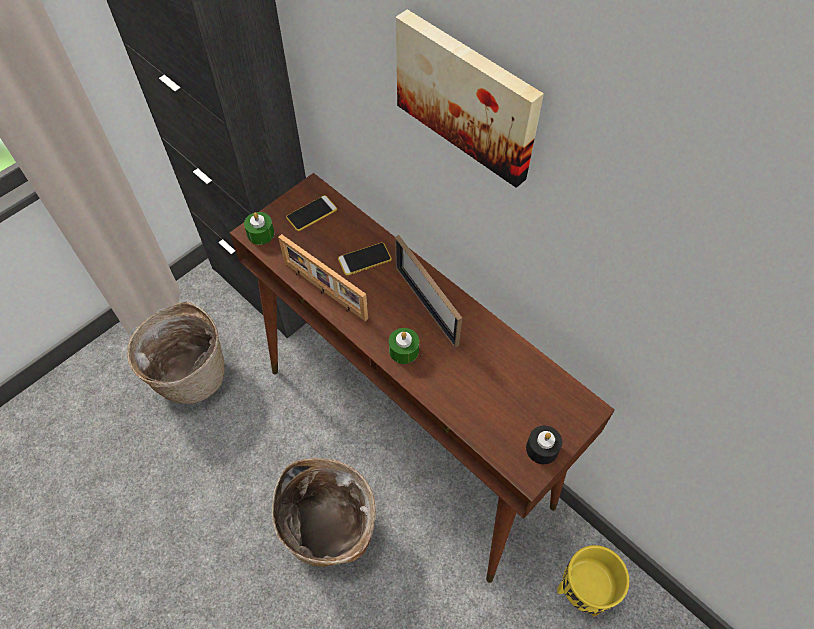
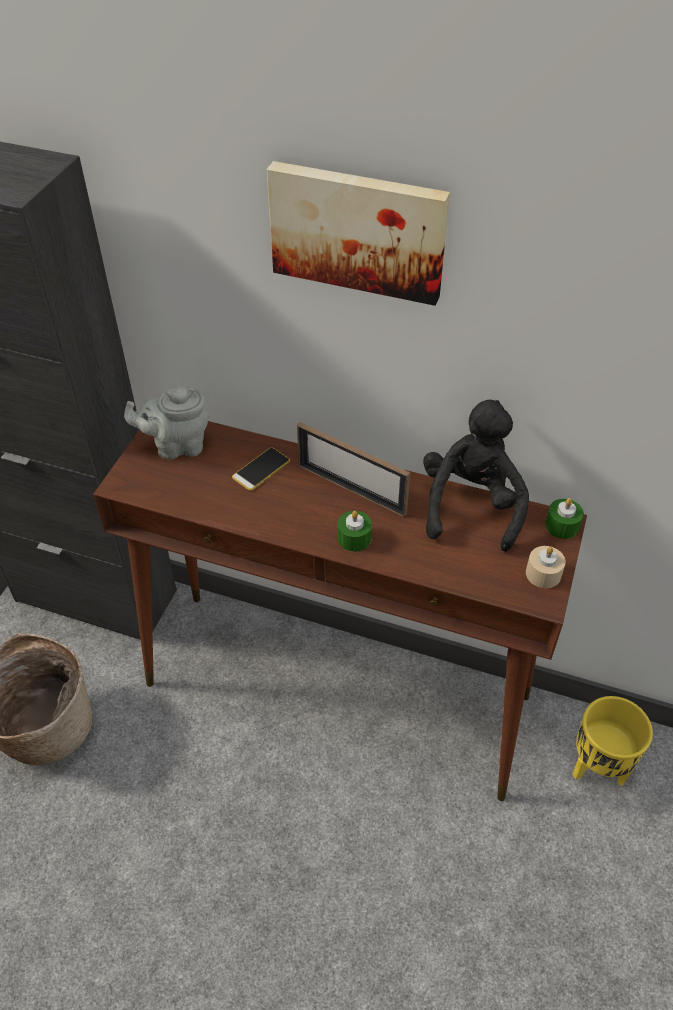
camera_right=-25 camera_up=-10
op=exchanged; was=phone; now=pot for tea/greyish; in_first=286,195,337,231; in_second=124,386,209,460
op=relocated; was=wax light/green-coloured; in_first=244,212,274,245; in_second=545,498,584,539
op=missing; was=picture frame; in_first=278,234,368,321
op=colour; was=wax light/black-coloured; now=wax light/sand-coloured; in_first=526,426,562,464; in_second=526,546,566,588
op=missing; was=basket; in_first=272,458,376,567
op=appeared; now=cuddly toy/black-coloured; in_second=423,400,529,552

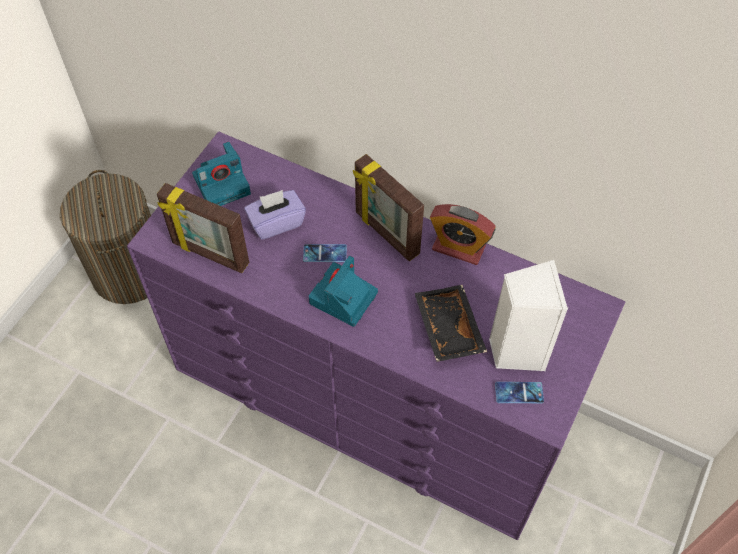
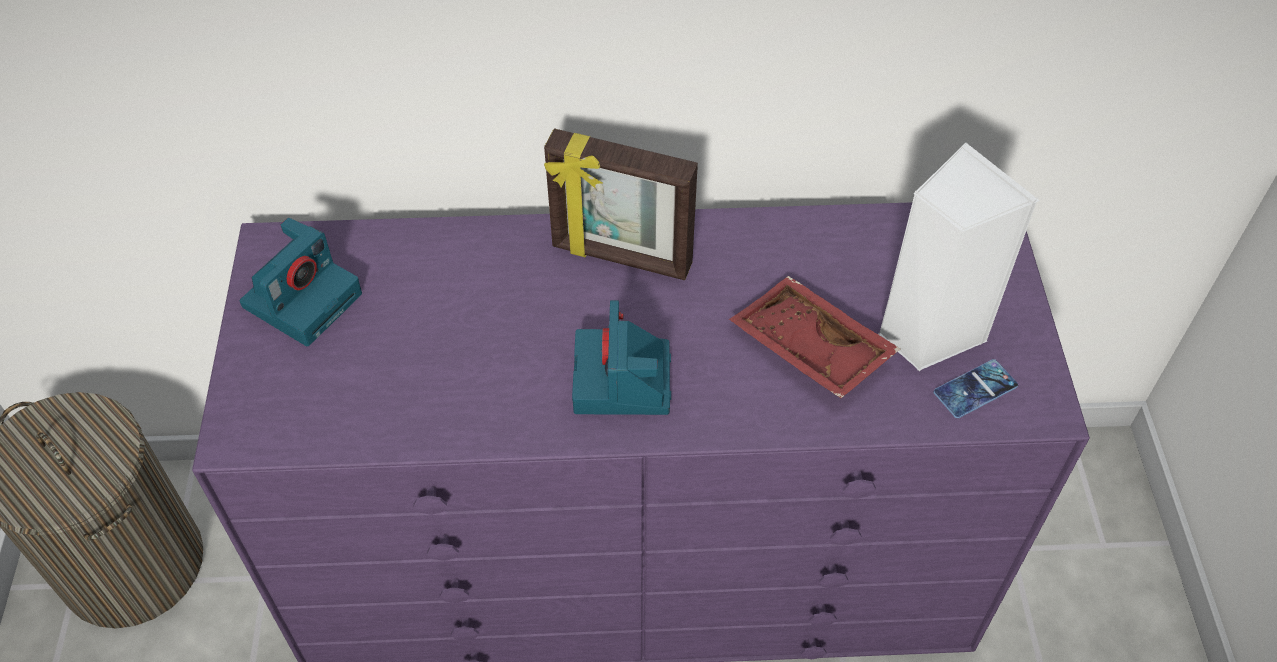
camera_right=-30 camera_up=-5
op=missing; was=picture frame; in_first=157,183,249,273
op=missing; was=tissue holder/purple; in_first=244,190,306,240
op=missing; was=bedside clock; in_first=430,204,496,265
op=missing; was=phone; in_first=303,244,347,262
op=colour; was=tray/black-coloured; now=tray/red-coloured; in_first=415,285,487,362; in_second=729,276,900,398

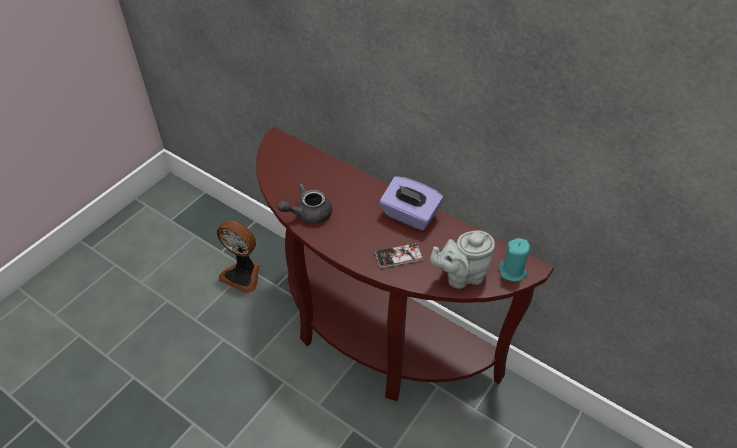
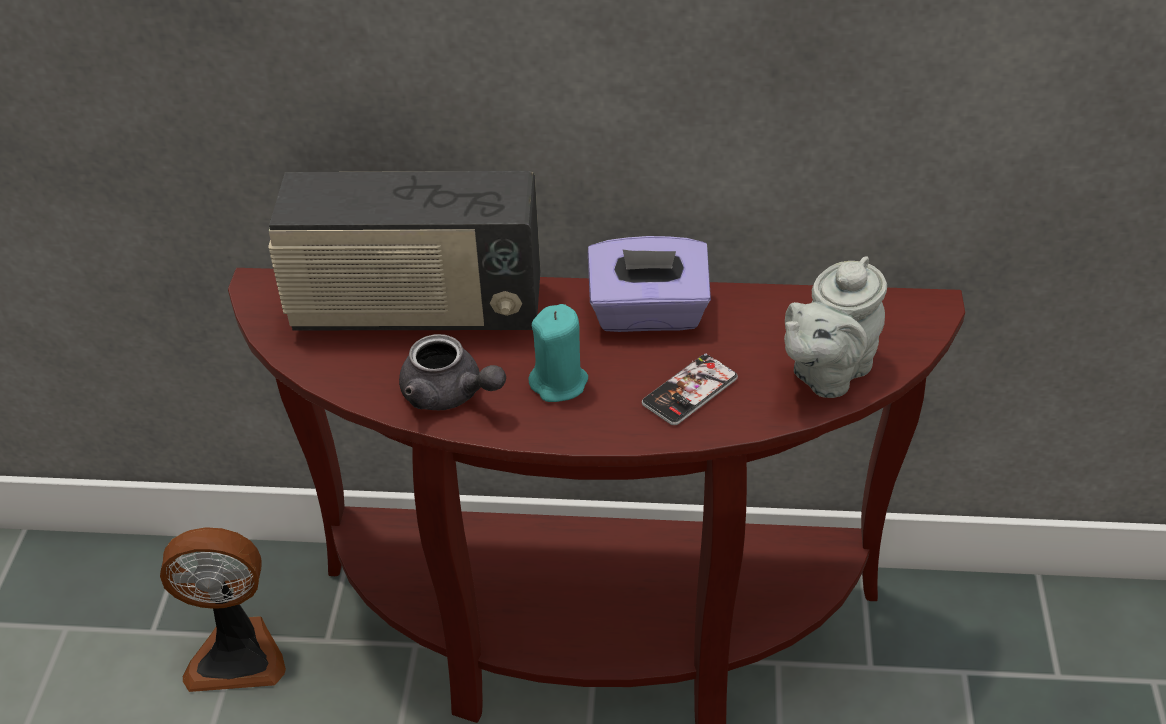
camera_right=-30 camera_up=-5
op=spun; was=pot for tea/greyish; in_first=277,183,332,224; in_second=399,334,506,410; clockwise=-90
op=relocated; was=wax light/turquoise; in_first=499,238,530,281; in_second=529,304,588,402
op=appeared; now=radio receiver; in_second=268,171,540,331

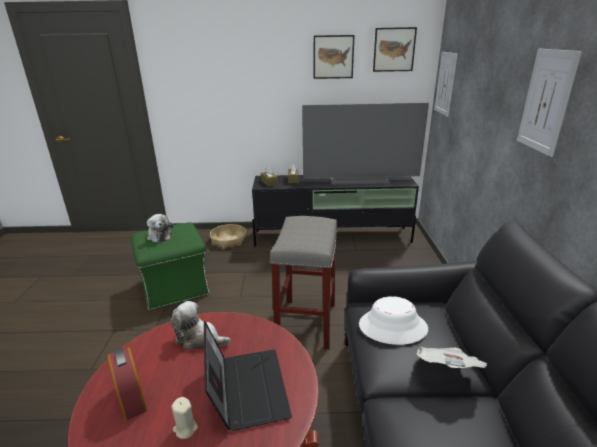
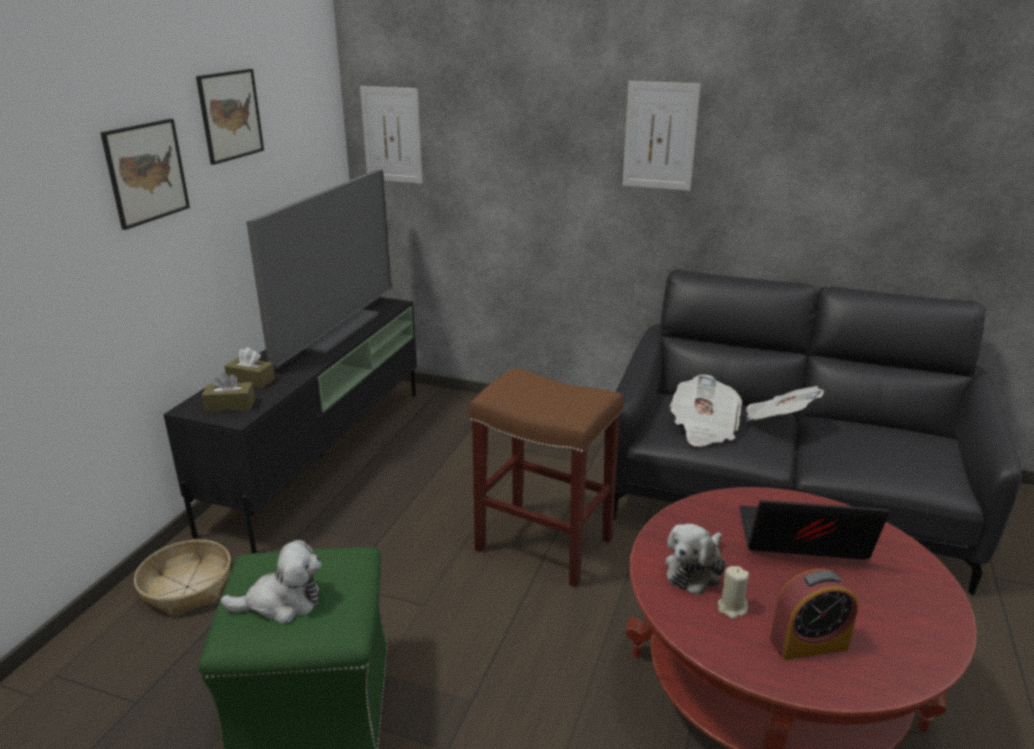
camera_right=-70 camera_up=0
op=relocated; was=wall picture; in_first=373,27,417,72; in_second=100,119,190,230
op=colour; was=sitting stool/greyish; now=sitting stool/brown-coloured; in_first=270,216,338,350; in_second=469,368,623,587
op=exchanged; was=wearable hat/white; now=printed paper; in_first=359,296,428,345; in_second=669,374,742,446
op=relocated; was=wax light/sand-coloured; in_first=171,397,198,439; in_second=718,566,749,619

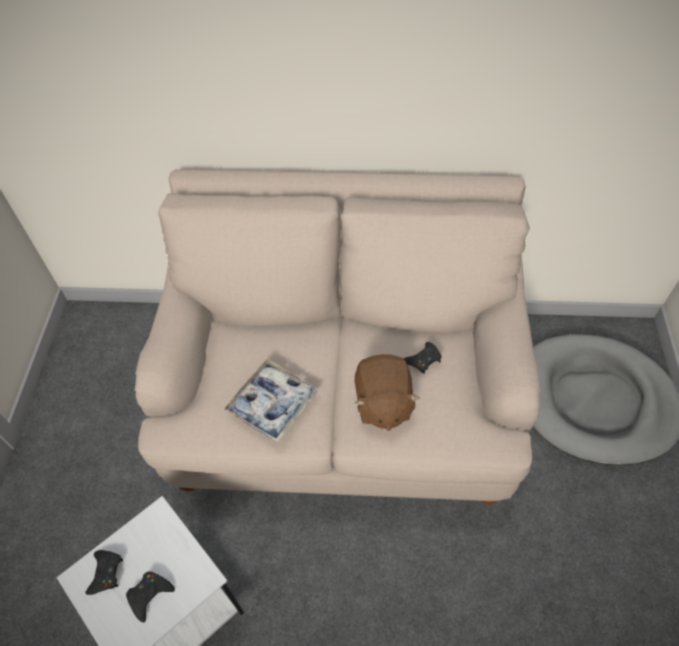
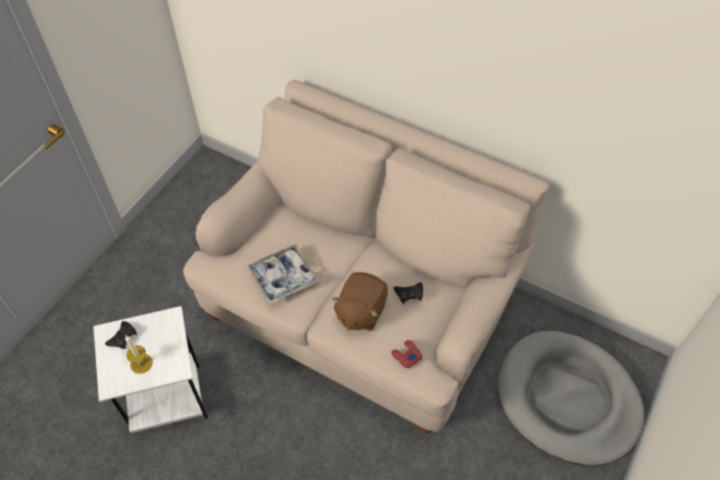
camera_right=25 camera_up=0
op=exchanged; was=gamepad/black-coloured; now=wax light; in_first=126,571,175,622; in_second=125,336,153,374
op=appeared; now=gamepad/red-coloured; in_second=391,340,422,368

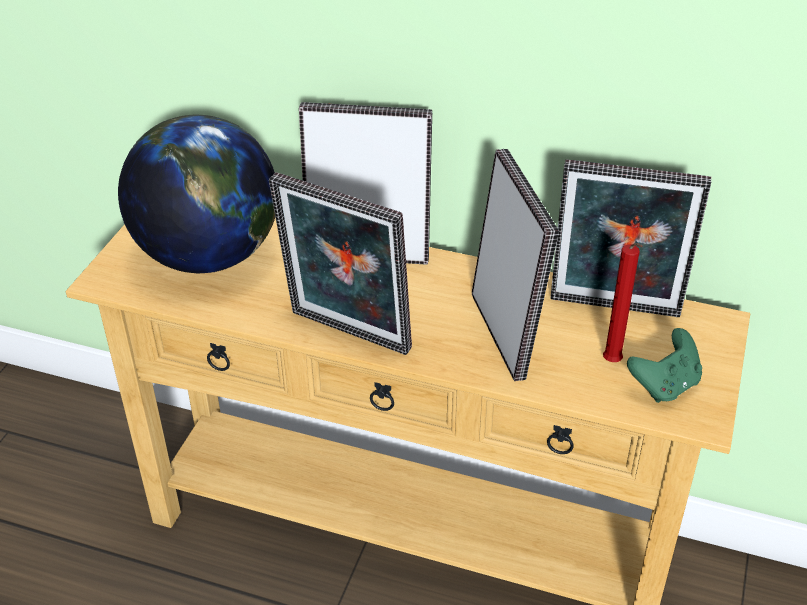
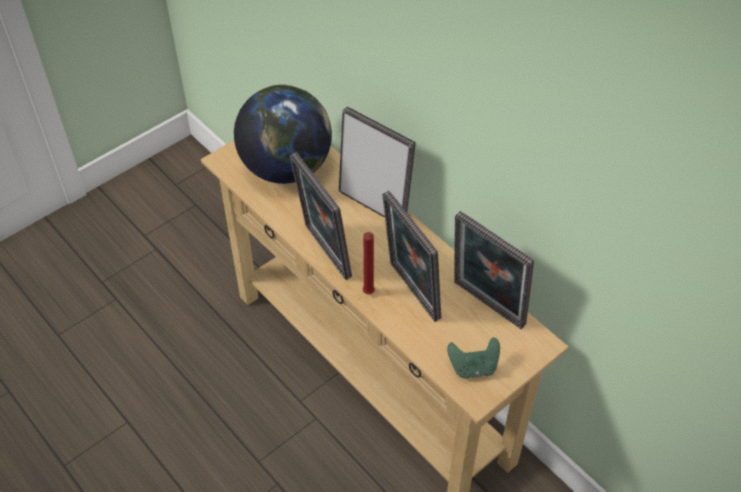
camera_right=30 camera_up=10
op=spun; was=picture frame; in_first=472,149,559,381; in_second=382,191,441,322; clockwise=135
op=relocated; was=wax light/red-coloured; in_first=603,243,643,362; in_second=363,232,375,294

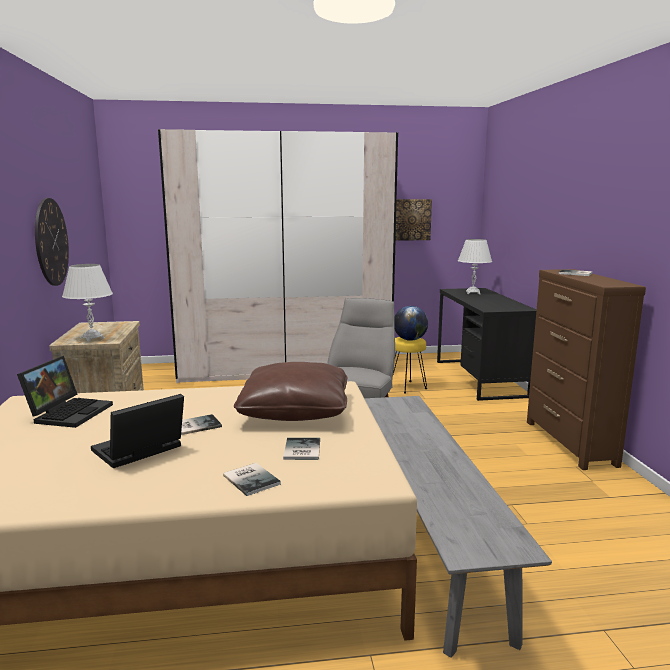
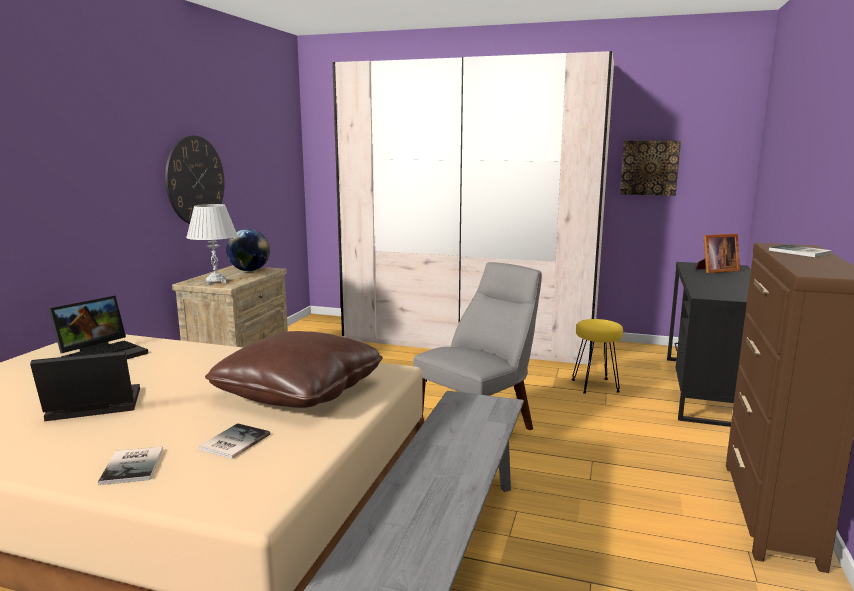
camera_right=25 camera_up=0
op=exchanged; was=lamp for a table/white; now=picture frame; in_first=458,239,492,294; in_second=696,234,740,273
op=relocated; was=desk globe; in_first=394,306,428,341; in_second=226,229,270,271
op=missing; was=bound book; in_first=181,414,222,435

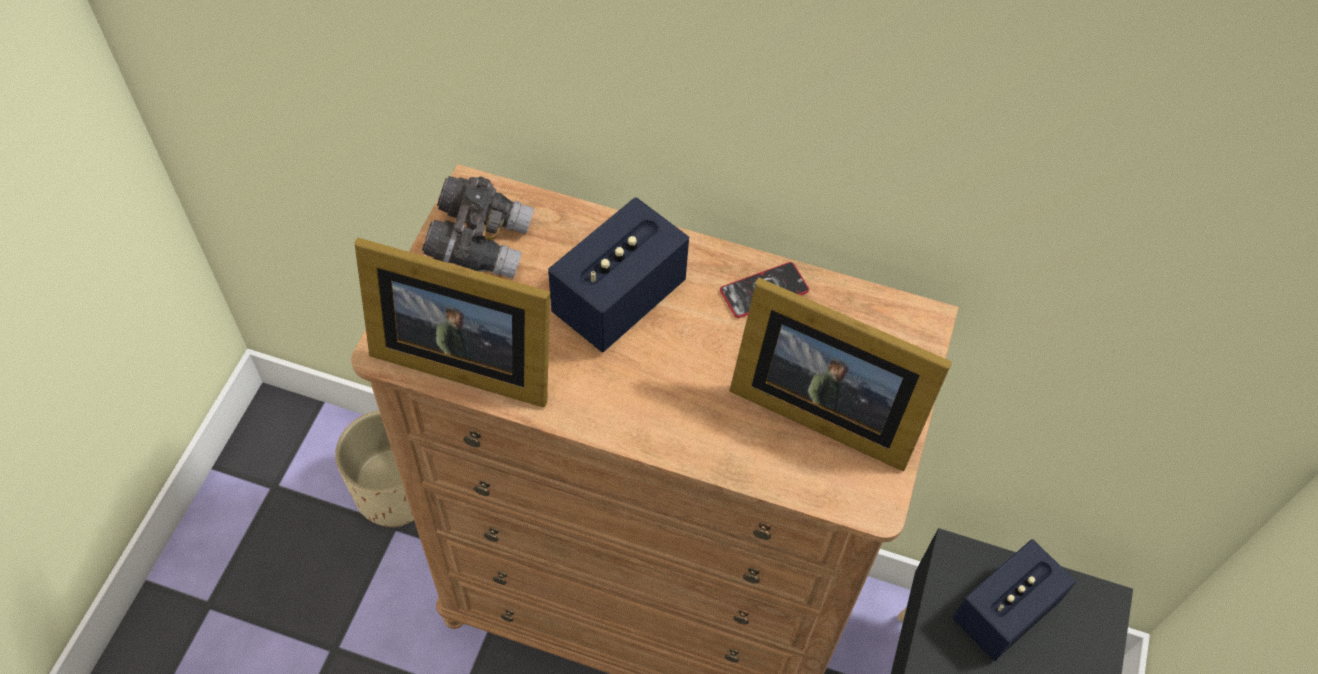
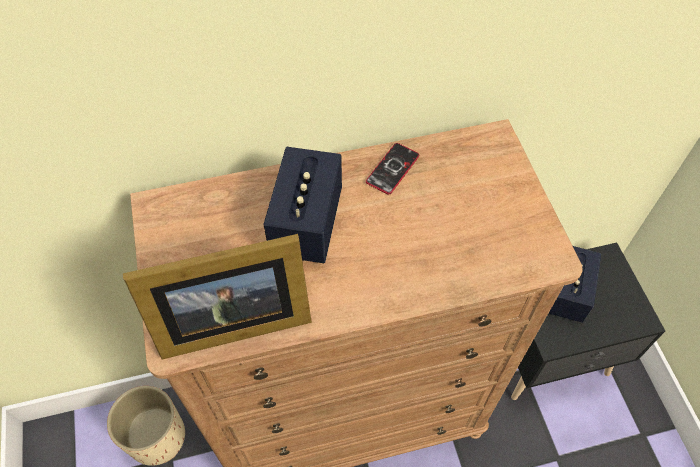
camera_right=-30 camera_up=0
op=missing; was=field glasses/greyish; in_first=422,176,534,279
op=missing; was=picture frame; in_first=730,278,952,471

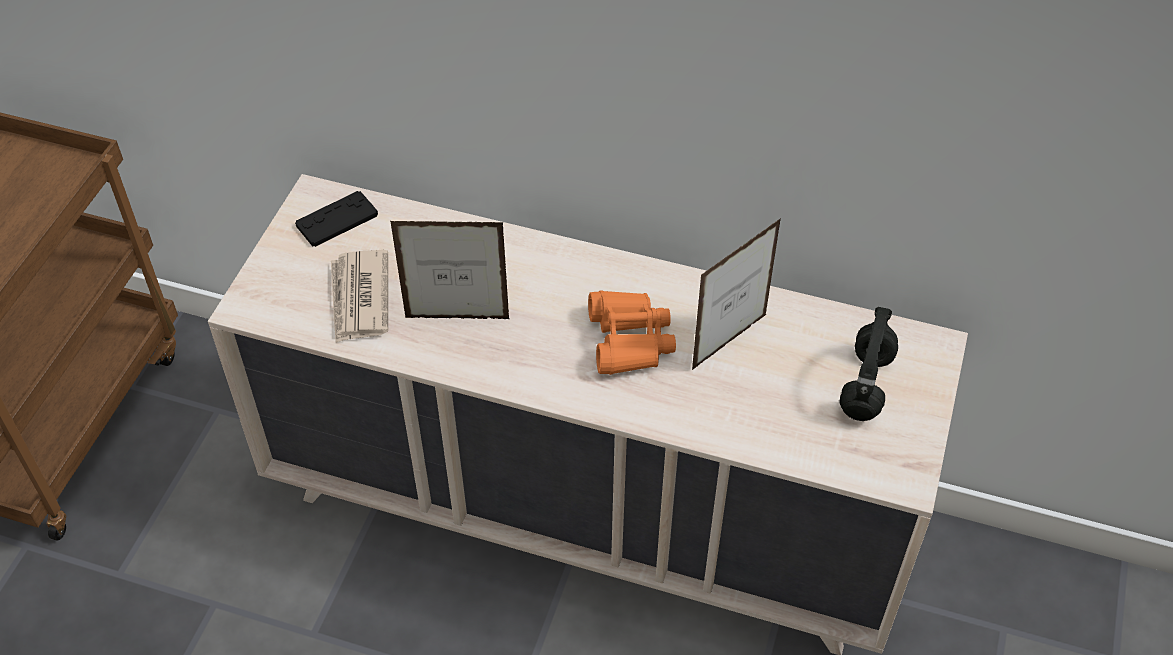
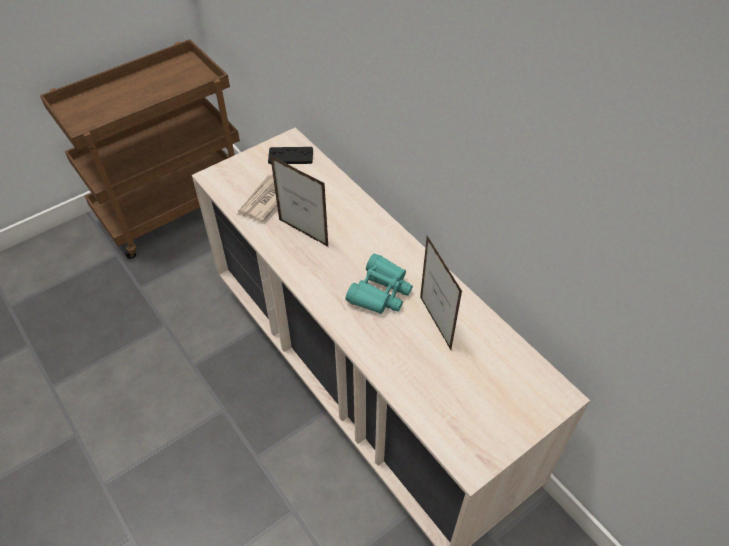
camera_right=35 camera_up=0
op=spun; was=picture frame; in_first=692,218,781,370; in_second=420,236,462,350; clockwise=75
op=colour; was=field glasses/orange; now=field glasses/turquoise; in_first=588,291,676,375; in_second=345,253,413,314
op=missing; was=headset/black-coloured; in_first=839,307,898,421

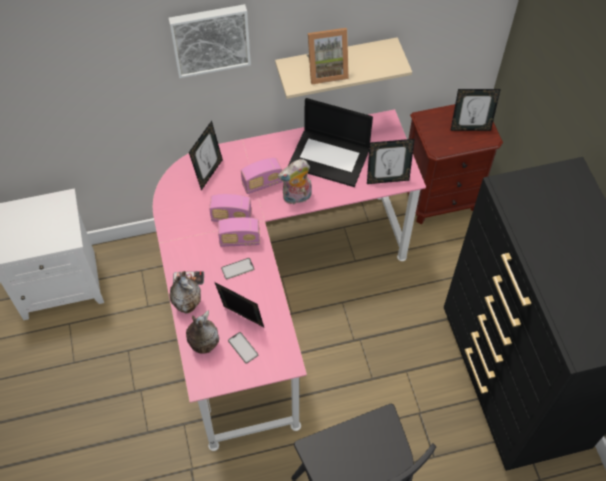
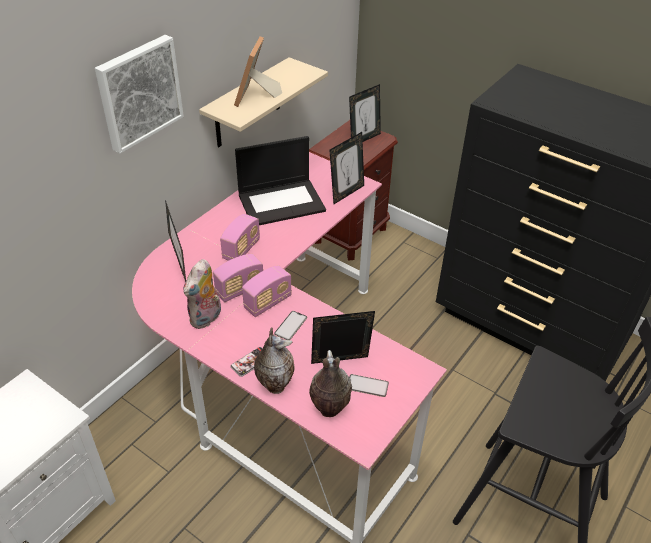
camera_right=-40 camera_up=-15
op=spun; was=picture frame; in_first=306,28,349,84; in_second=234,36,282,107; clockwise=150
op=relocated; was=cuddly toy; in_first=278,159,312,205; in_second=183,259,221,329

